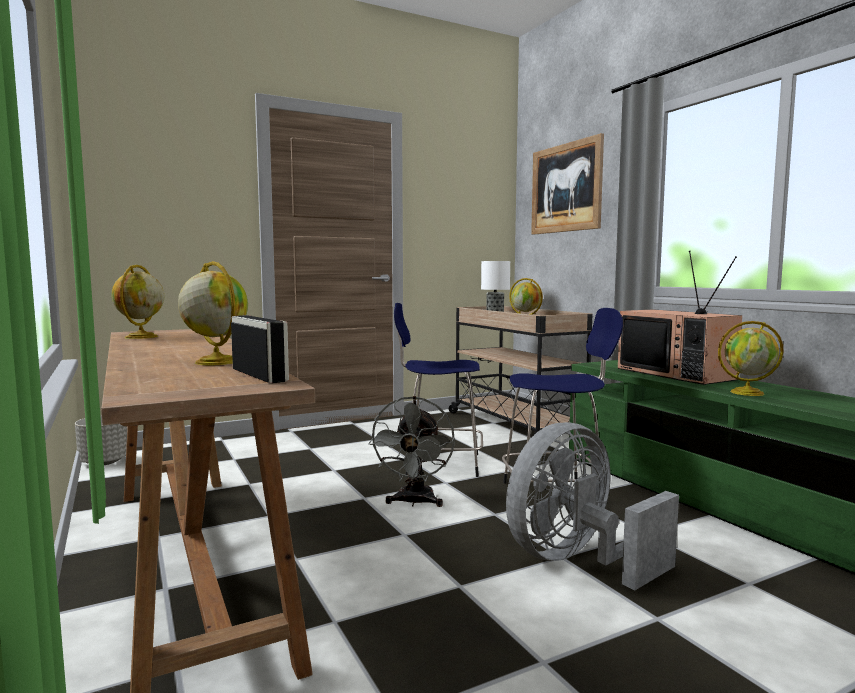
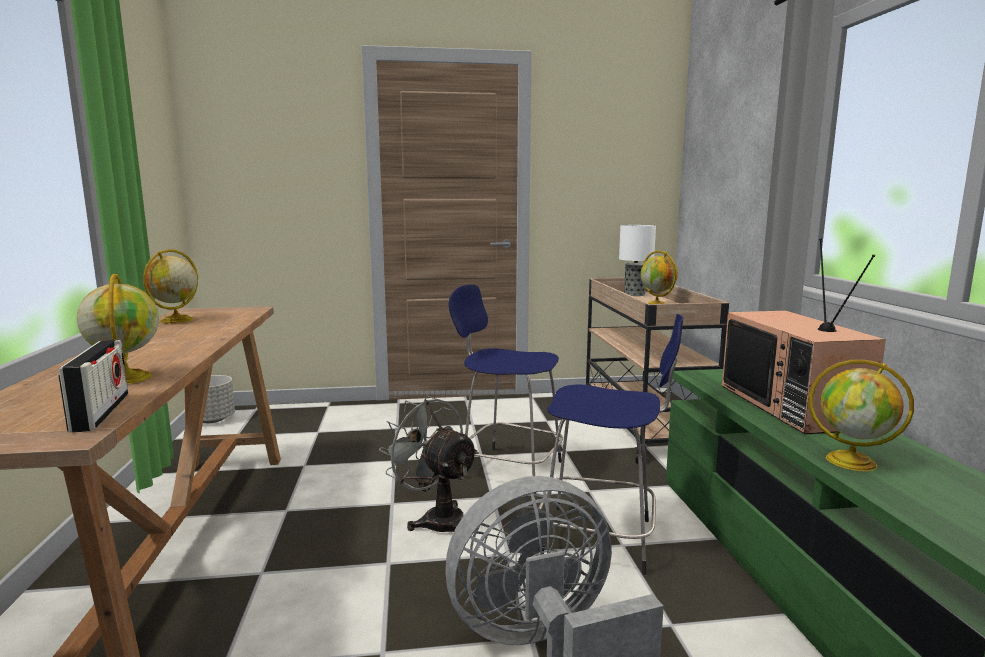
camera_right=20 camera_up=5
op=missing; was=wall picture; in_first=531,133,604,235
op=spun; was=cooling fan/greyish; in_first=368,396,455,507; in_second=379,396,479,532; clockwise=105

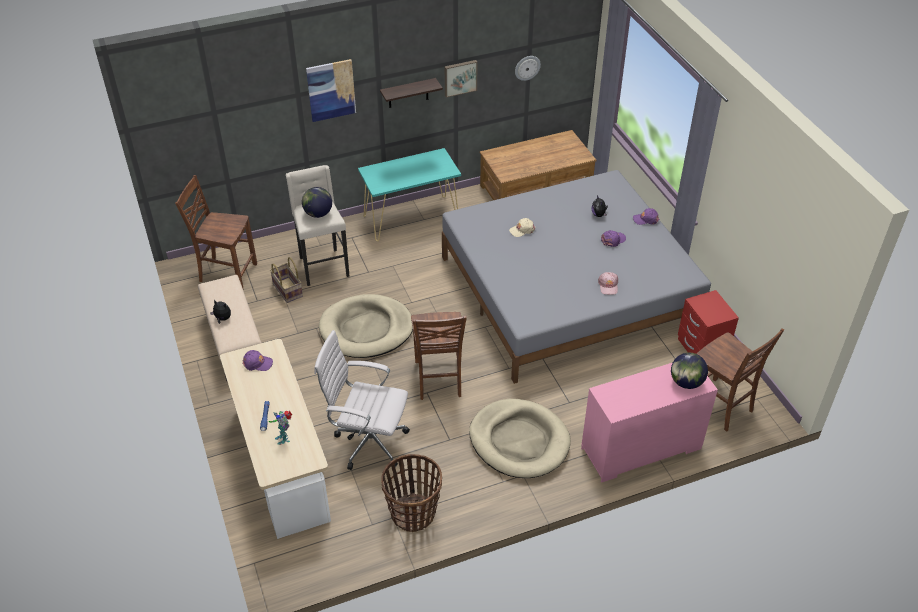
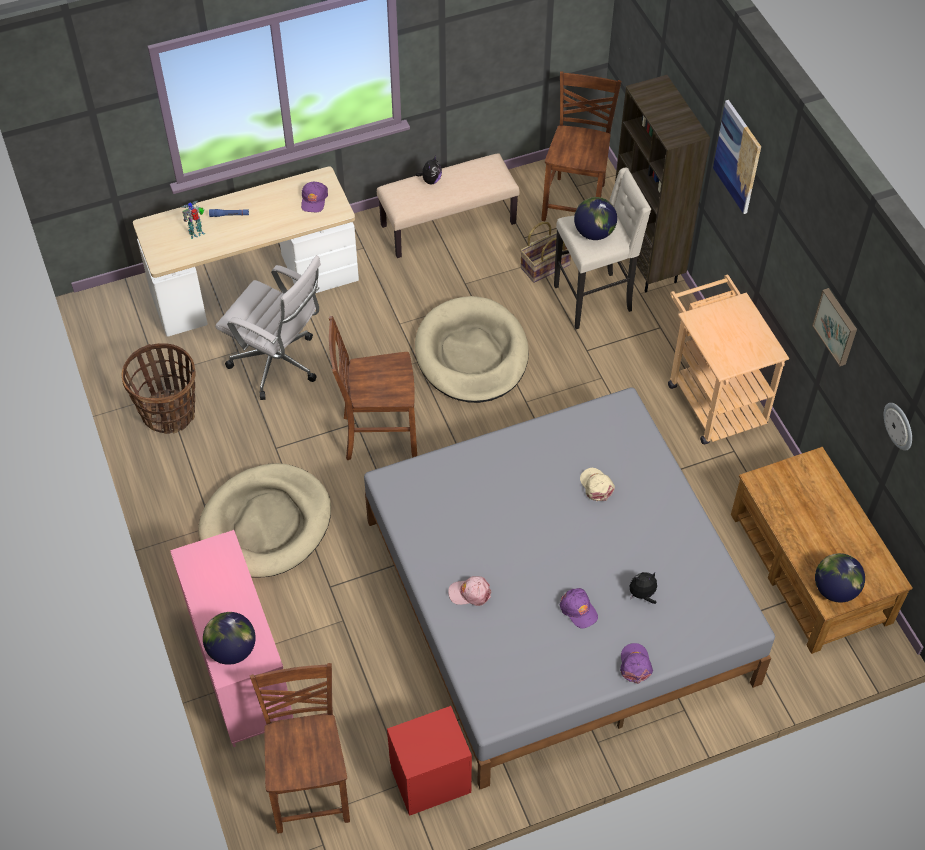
camera_right=90 camera_up=10
op=missing; was=bracket shelf; in_first=380,78,443,108
op=exchanged; was=hall table/turquoise; now=trolley/sand-coloured; in_first=358,148,461,241; in_second=668,275,789,445
op=spun; was=upright chair/brown-coloured; in_first=697,328,784,431; in_second=250,663,350,833; clockwise=120
op=spun; was=computer chair/white; in_first=314,330,410,470; in_second=215,255,321,400; clockwise=105
op=appeared; now=bookcase/brown-coloured; in_second=615,75,710,292
op=appeared; now=desk globe; in_second=815,553,865,602

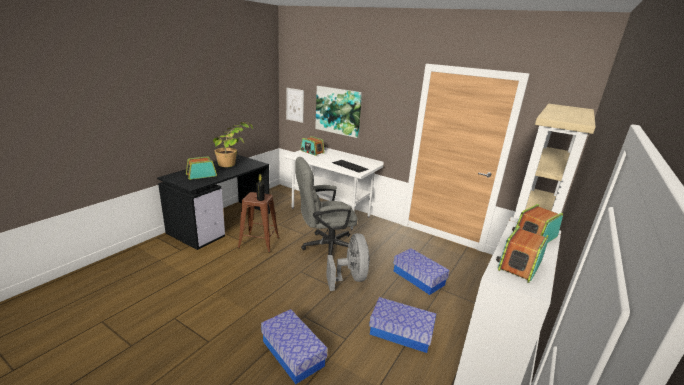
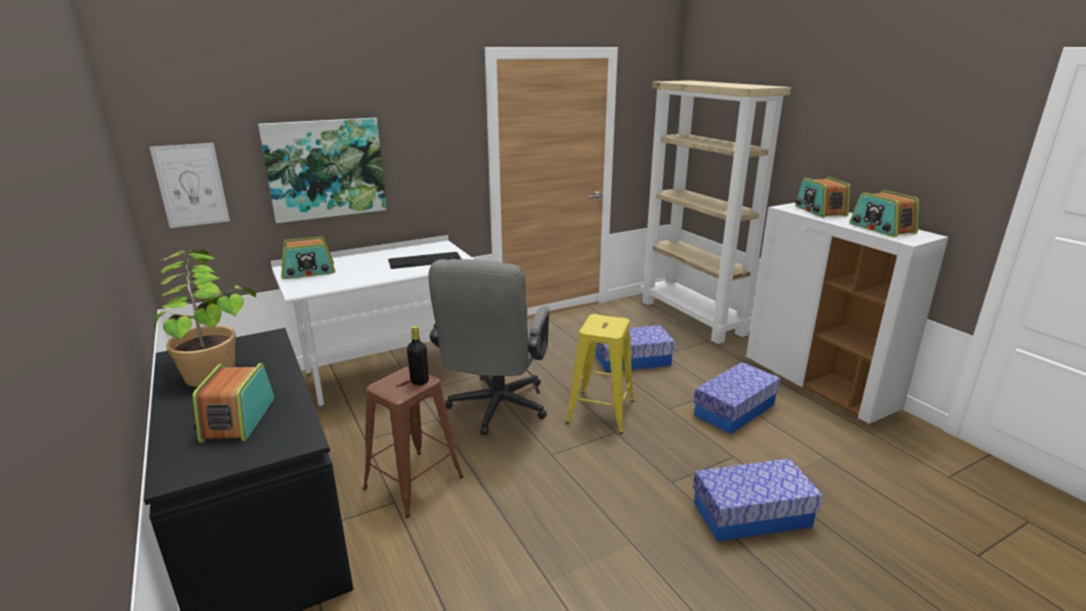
camera_right=-60 camera_up=0
op=exchanged; was=cooling fan/greyish; now=sitting stool/yellowish; in_first=326,233,370,291; in_second=566,314,634,434

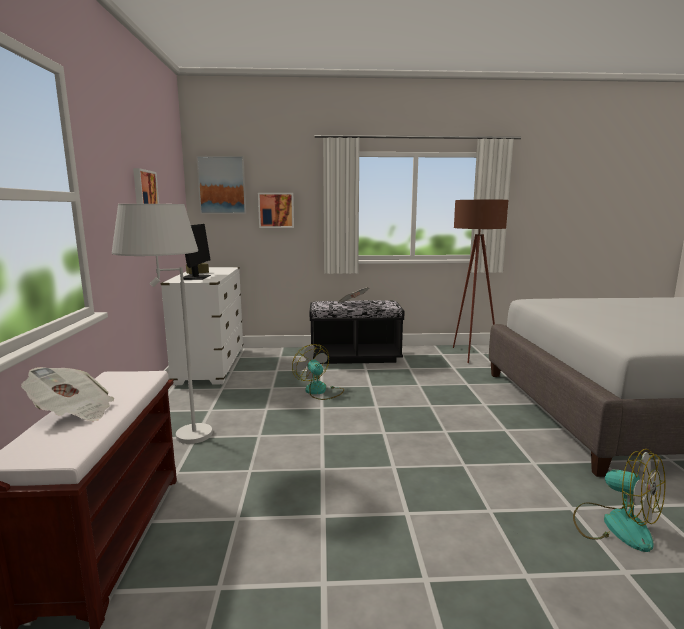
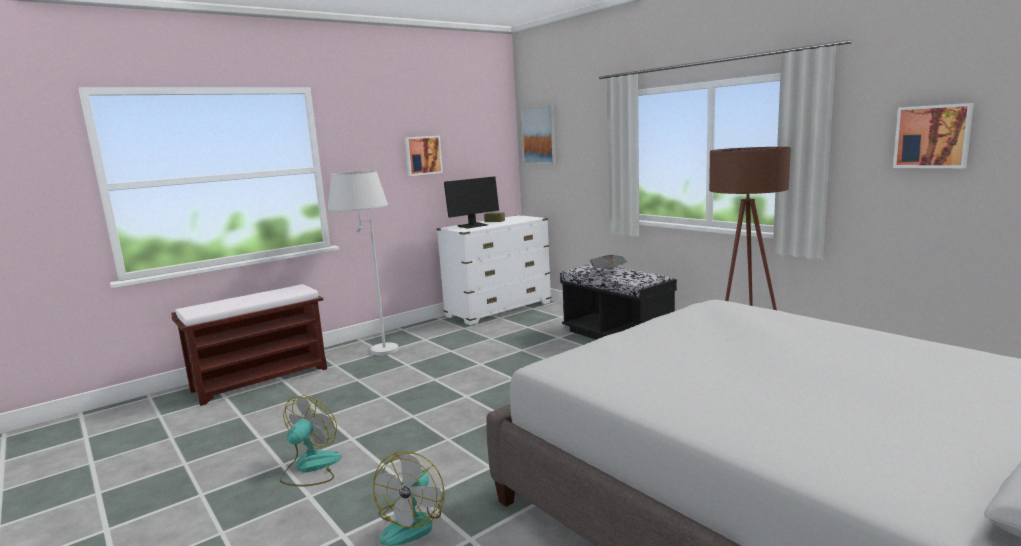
camera_right=55 camera_up=0
op=relocated; was=wall picture; in_first=258,193,294,228; in_second=893,103,974,168
op=relocated; was=cooling fan; in_first=292,344,344,400; in_second=280,395,342,486
op=missing; was=printed paper; in_first=21,367,114,421

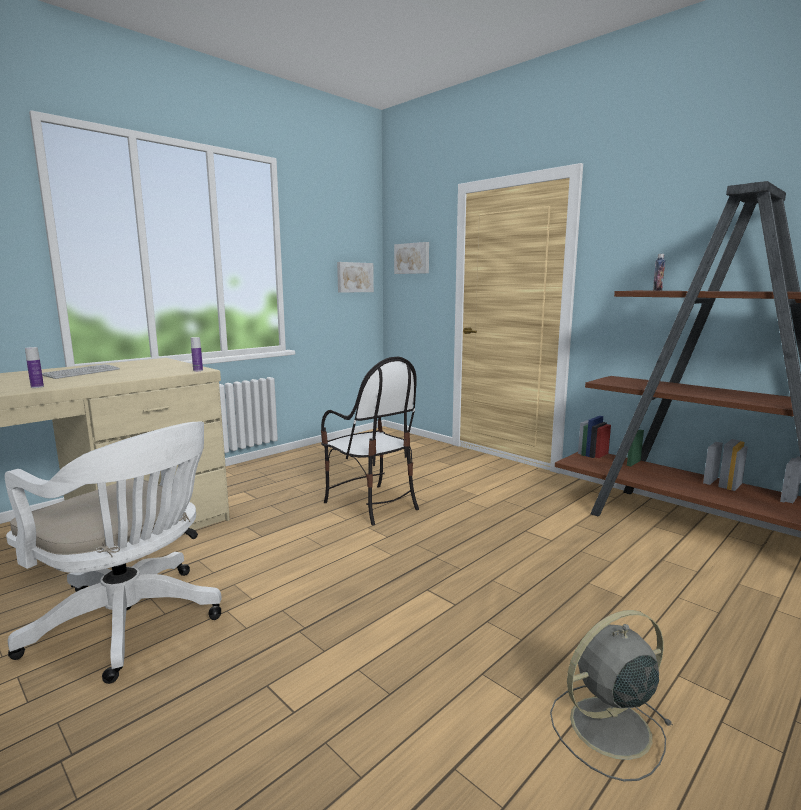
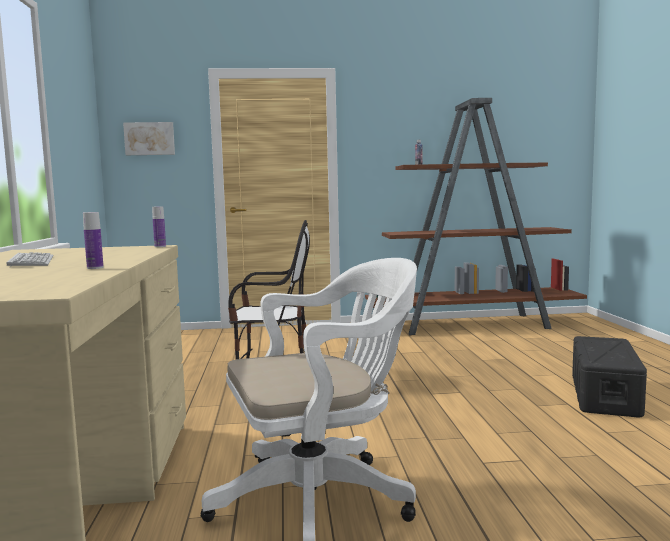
camera_right=-50 camera_up=-5
op=missing; was=wall picture; in_first=337,262,374,293
op=exchanged; was=cooling fan/greyish; now=storage box/black-coloured; in_first=550,610,673,781; in_second=572,336,647,417

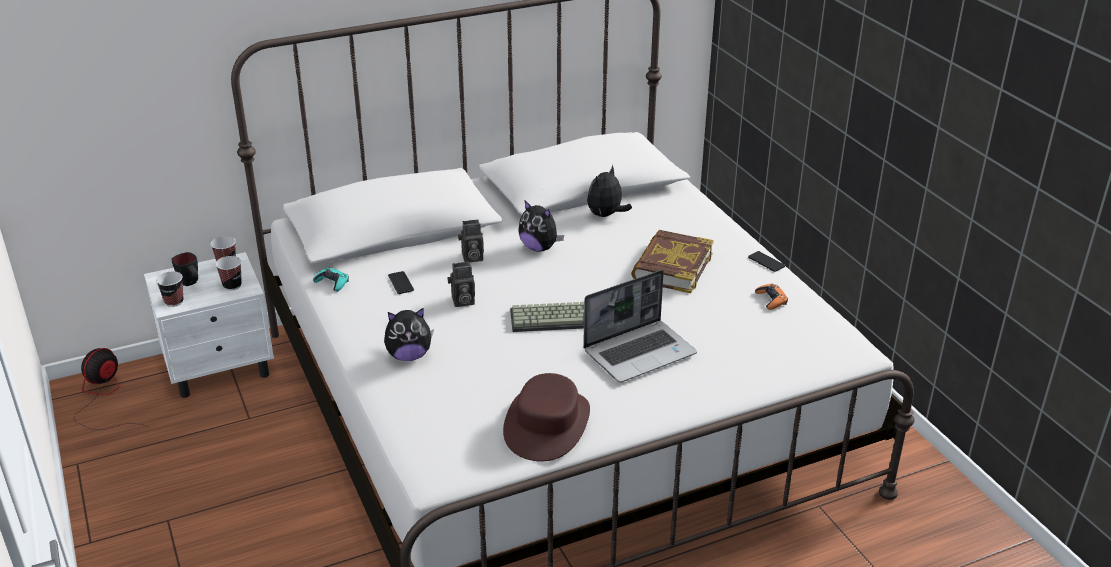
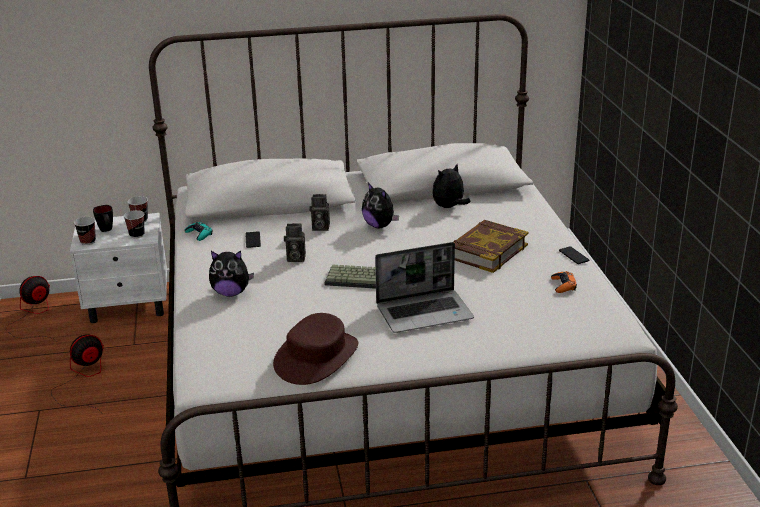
camera_right=15 camera_up=-5
op=appeared; now=cooling fan; in_second=51,334,104,412

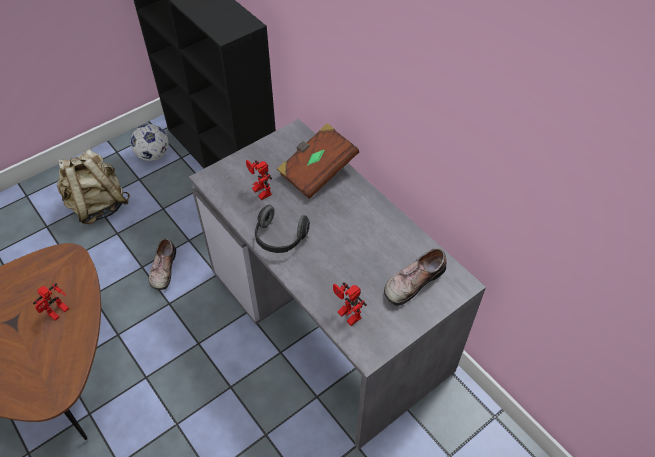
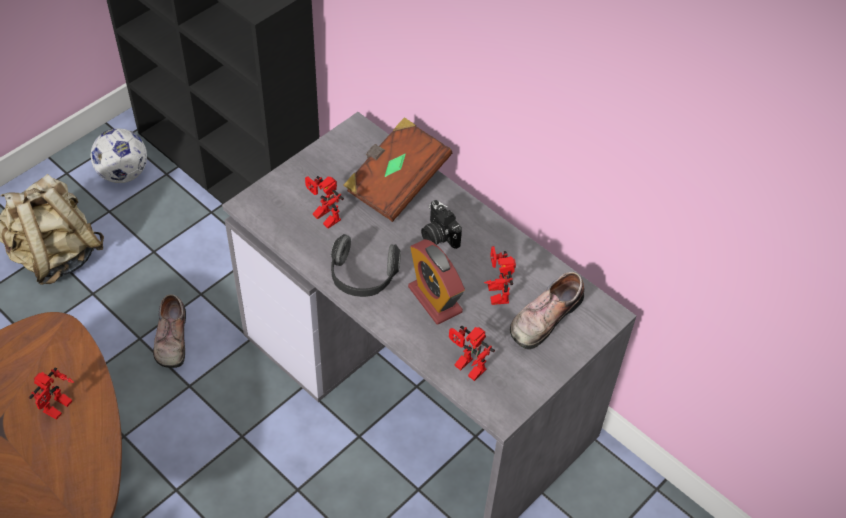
camera_right=-10 camera_up=0
op=appeared; now=still camera; in_second=421,200,462,249
op=appeared; now=bedside clock; in_second=408,239,465,324
op=appeared; now=model robot; in_second=484,246,516,305

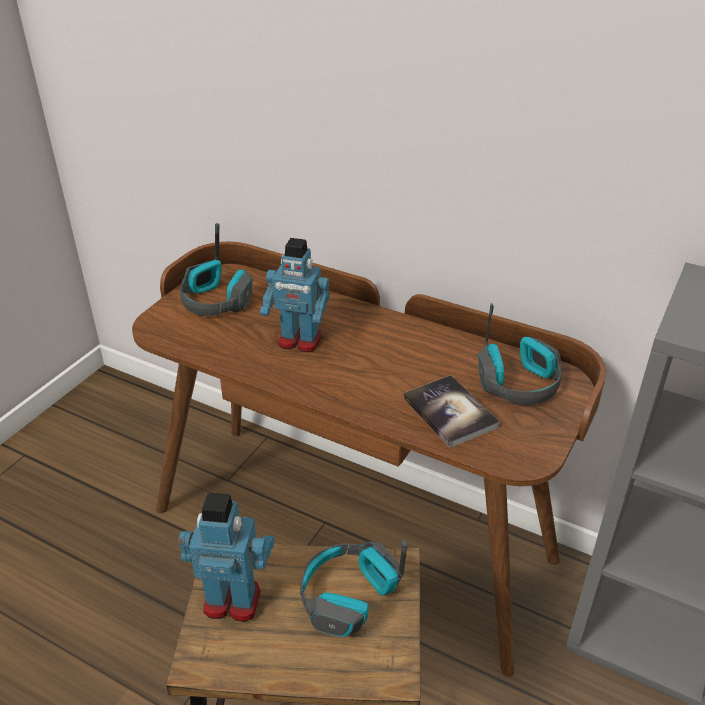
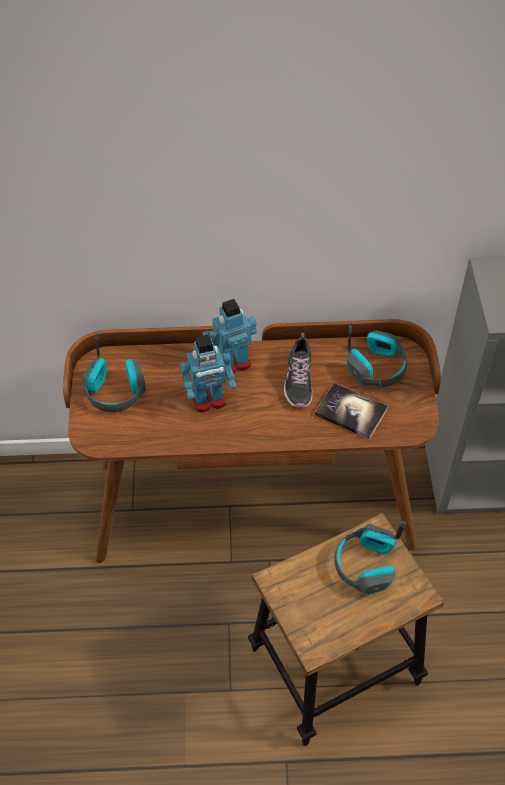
camera_right=-30 camera_up=15
op=relocated; was=model robot; in_first=178,492,274,622; in_second=203,299,257,375
op=appeared; now=shoe; in_second=284,333,313,408

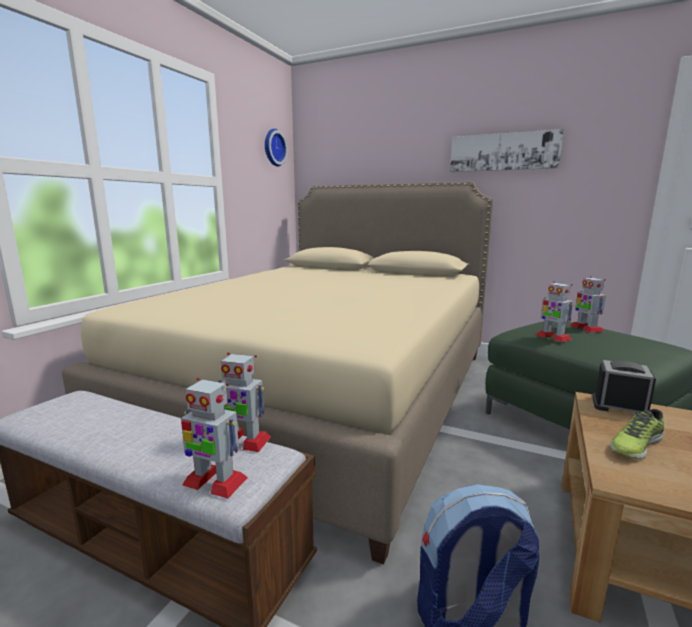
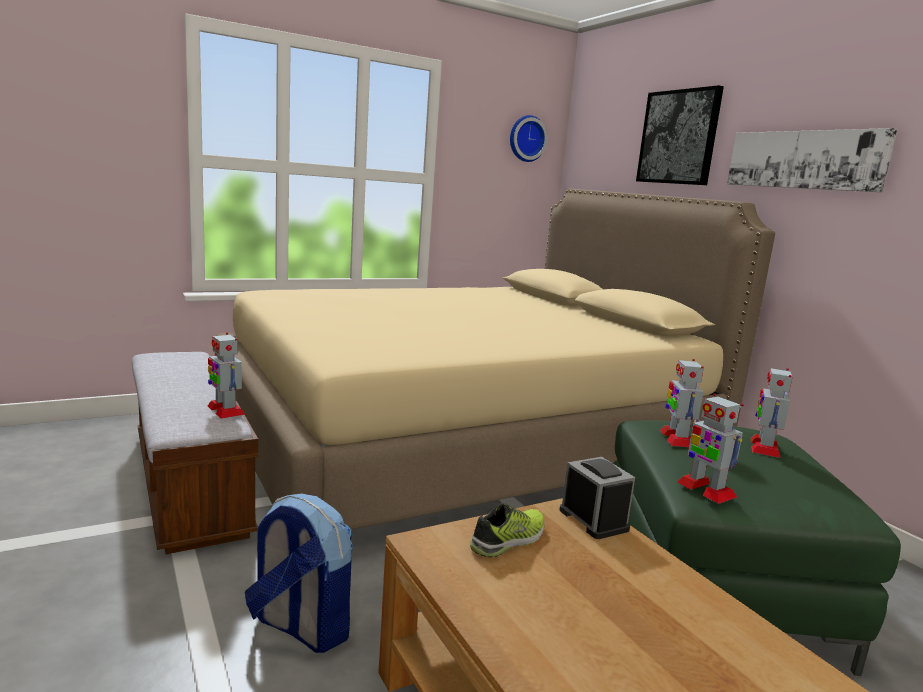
camera_right=35 camera_up=0
op=relocated; was=model robot; in_first=181,377,248,499; in_second=677,393,744,504
op=spun; was=shoe; in_first=610,409,664,459; in_second=470,503,544,557; clockwise=135
op=appeared; now=wall picture; in_second=636,85,724,185

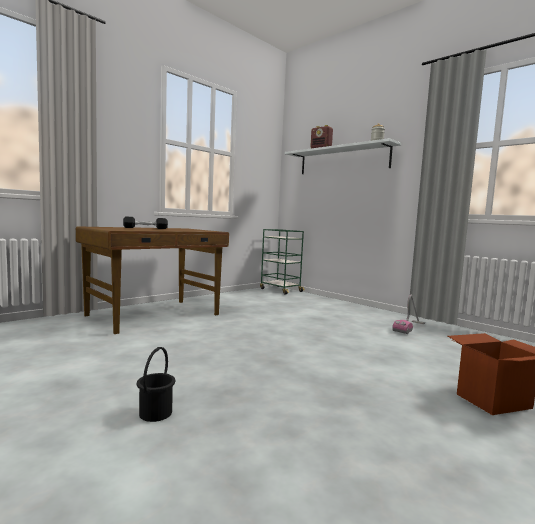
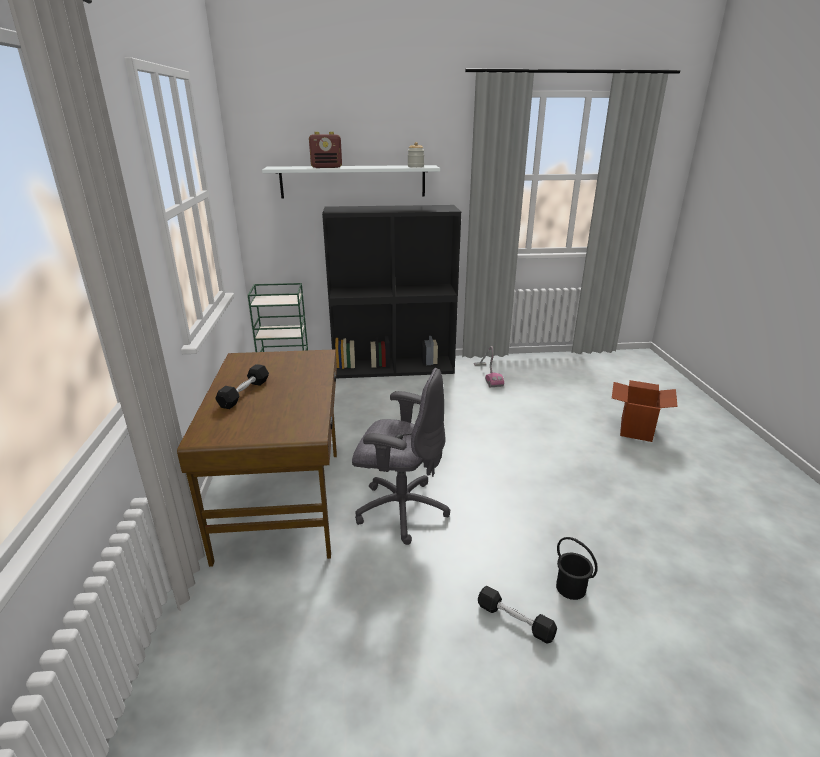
camera_right=-50 camera_up=20
op=appeared; now=bookcase/black-coloured; in_second=322,205,461,378
op=appeared; now=computer chair/greyish; in_second=352,368,451,545
op=appeared; now=dumbbell/black-coloured; in_second=478,586,557,644

